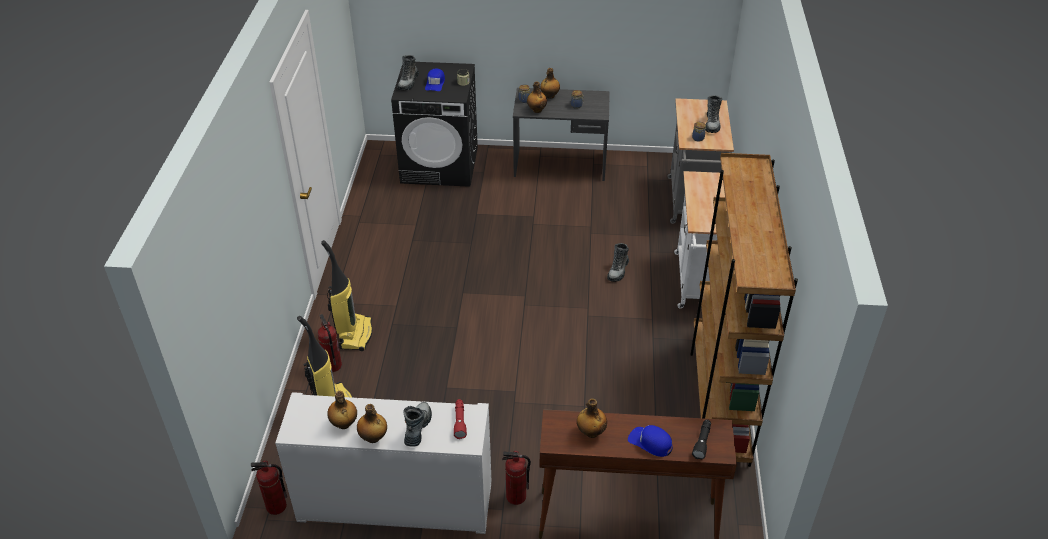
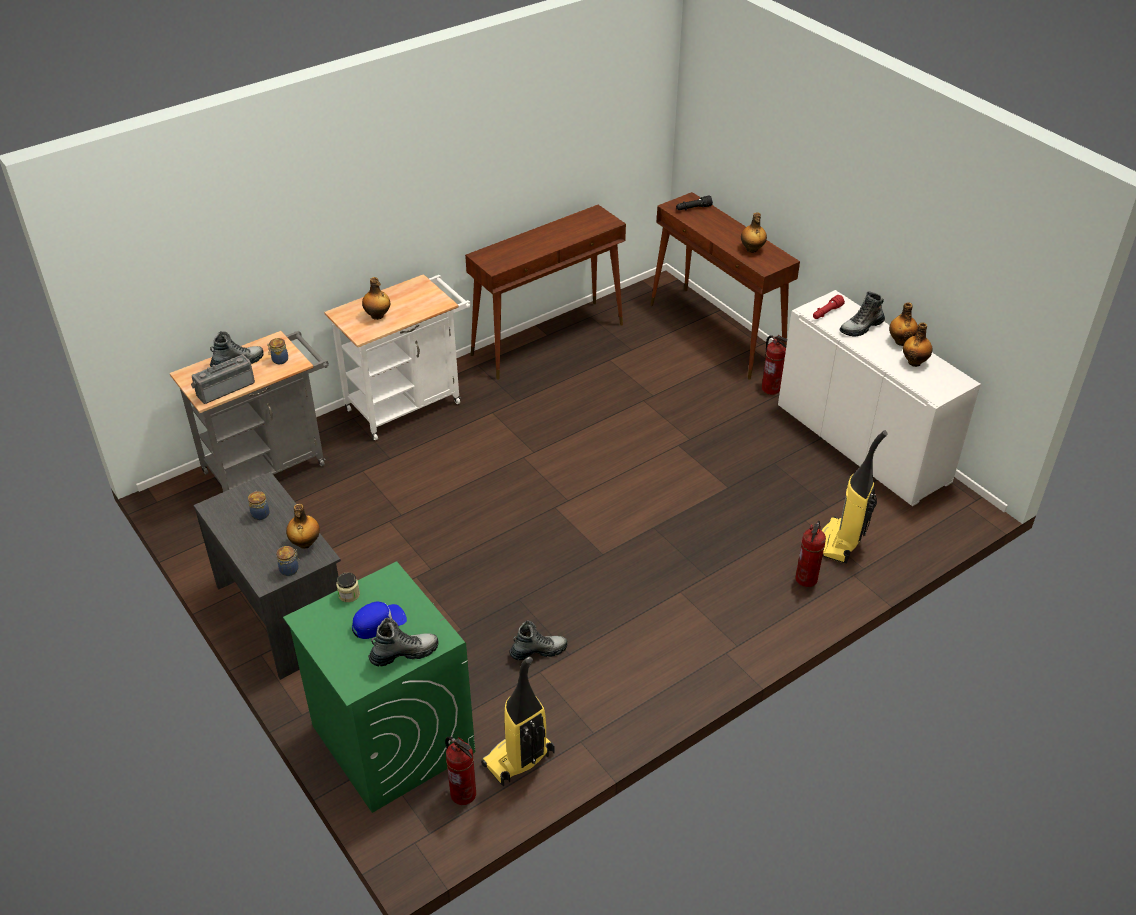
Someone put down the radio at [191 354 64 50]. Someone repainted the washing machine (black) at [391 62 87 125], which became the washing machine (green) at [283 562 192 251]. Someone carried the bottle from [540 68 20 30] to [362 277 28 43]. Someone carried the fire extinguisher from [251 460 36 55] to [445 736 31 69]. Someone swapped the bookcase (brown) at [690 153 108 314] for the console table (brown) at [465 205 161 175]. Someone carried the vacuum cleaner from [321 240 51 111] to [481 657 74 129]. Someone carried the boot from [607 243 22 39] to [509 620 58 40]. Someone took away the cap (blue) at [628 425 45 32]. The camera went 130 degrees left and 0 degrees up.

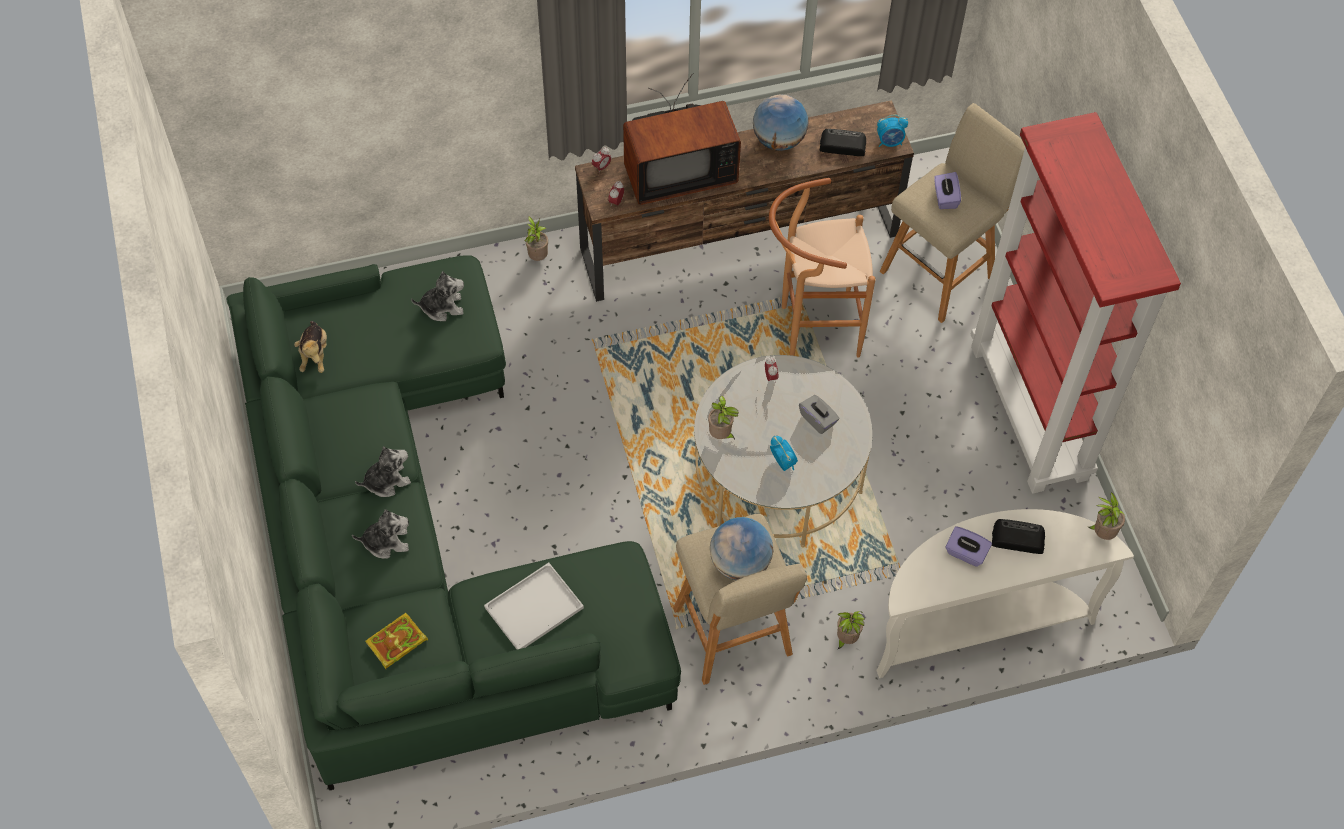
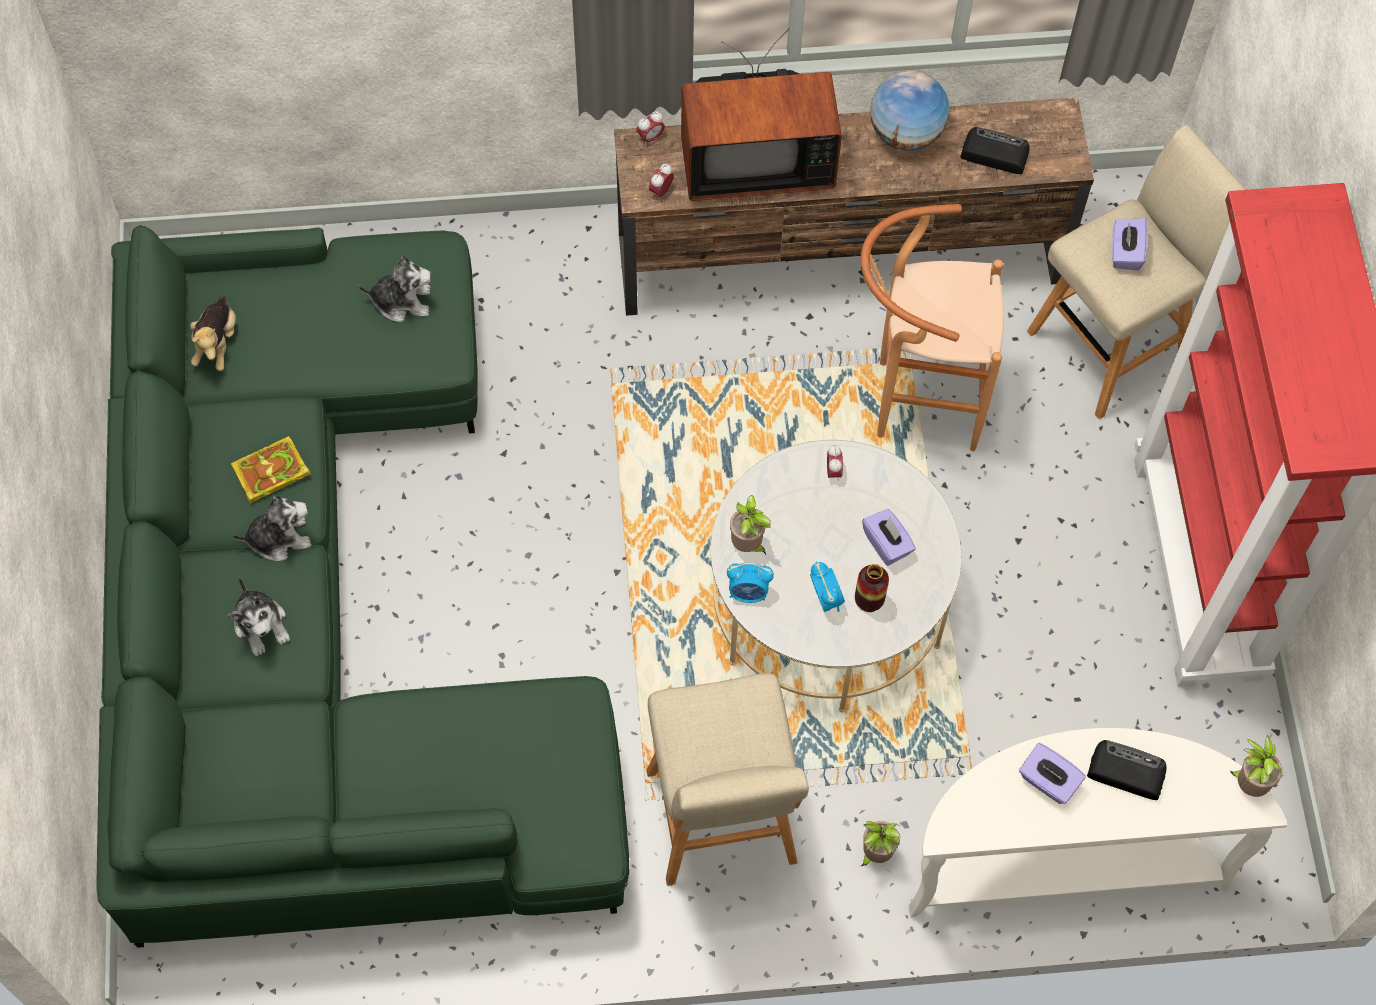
Someone rotated the plush toy at [352 509 57 50] by 60 degrees clockwise. Someone carried the book from [365 613 63 56] to [231 436 80 68]. Someone carried the alarm clock from [877 114 31 33] to [727 563 47 40]. Someone put down the vase at [855 564 34 48]. Someone repainted the tissue box (grey) at [799 395 40 39], which became the tissue box (purple) at [862 509 54 57]. Someone took away the tray (white) at [484 563 100 86]. Someone took away the potted plant at [525 216 23 45]. Someone took away the globe at [710 517 63 63]. The camera went 10 degrees right and 5 degrees up.

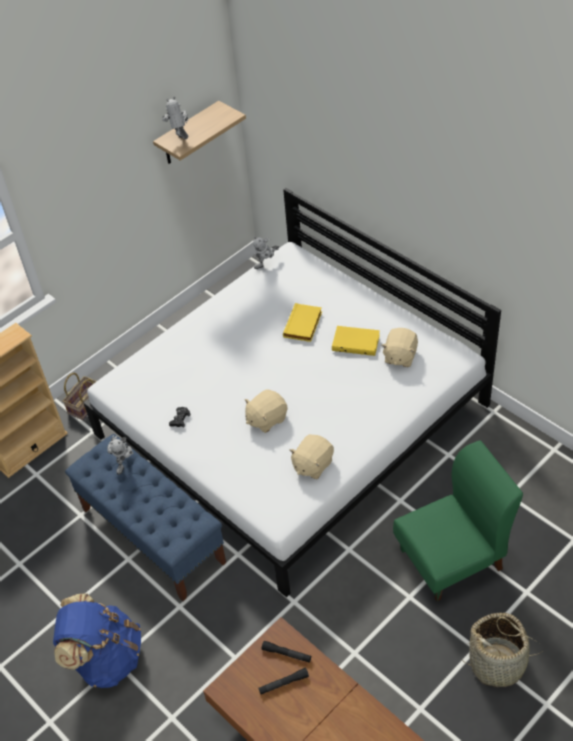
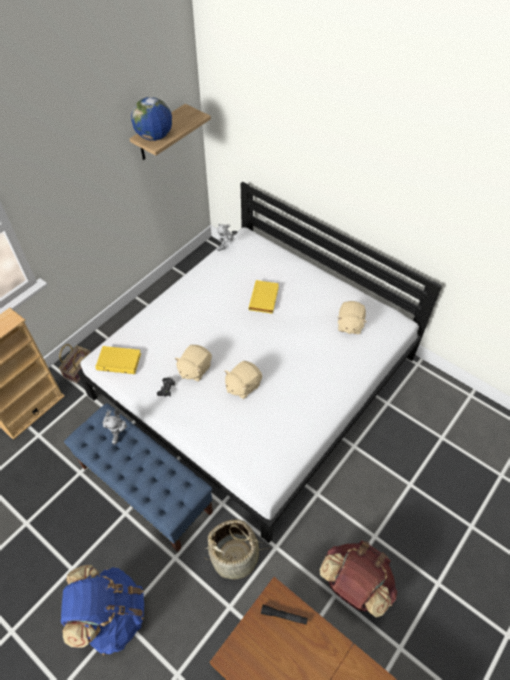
Someone carried the book (yellow) from [332 326 48 30] to [95 346 46 28]. Someone swapped the toy robot at [162 96 26 44] for the globe at [131 97 41 44]. Someone carried the plush toy (beige) from [290 434 44 45] to [175 345 37 36]. Someone carried the basket from [462 613 81 74] to [204 519 67 61]. Someone put down the backpack (brown) at [320 540 77 77]. Someone took away the flashlight (black) at [259 667 50 27]. Someone took away the chair (green) at [393 441 130 160]. The camera went 10 degrees left and 5 degrees up.

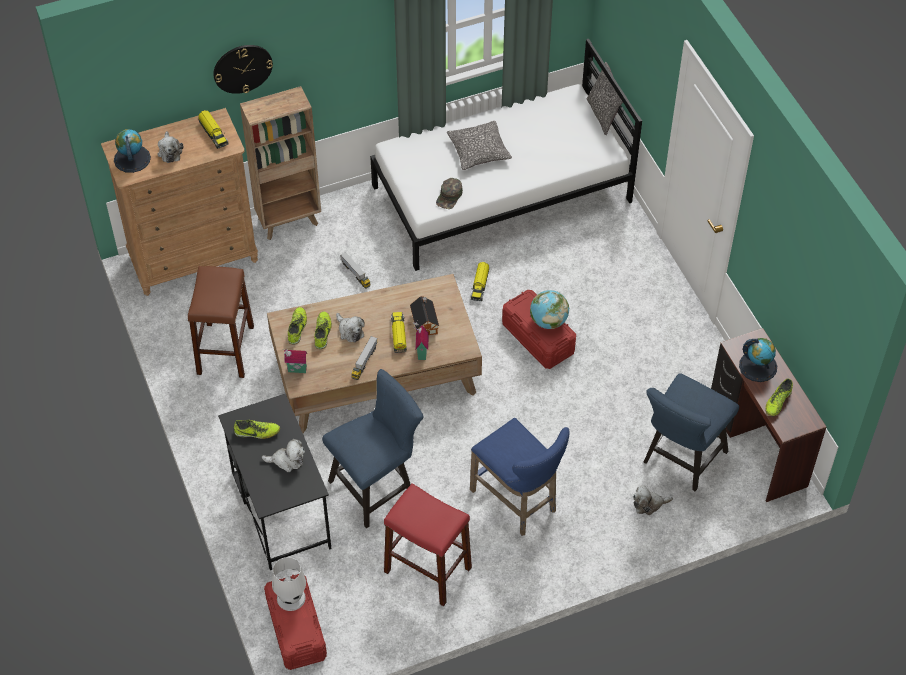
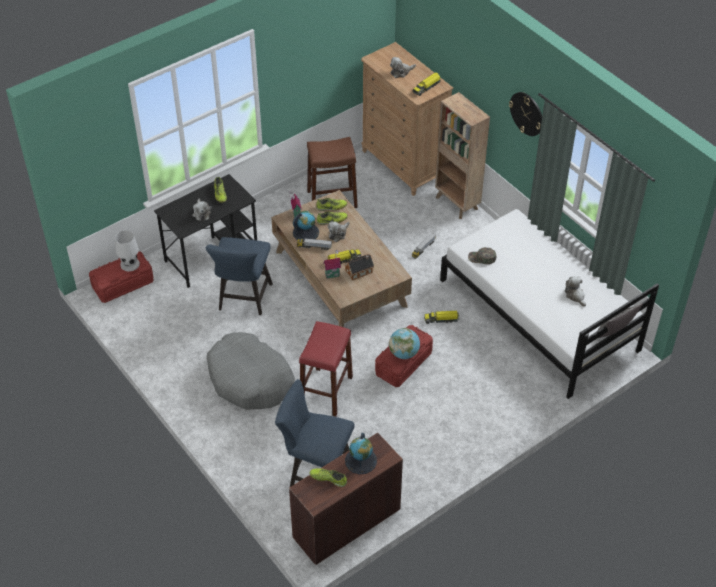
Someone rotated the chair (blue) at [322 369 101 159] by 60 degrees clockwise. Someone swapped the stool (blue) at [470 418 99 118] for the dog bed (grey) at [207 332 88 78]. Someone carried the globe from [114 129 37 44] to [293 211 26 31]. Someone carried the stool (red) from [384 483 88 123] to [299 321 54 96]. Someone carried the wall clock from [213 45 60 49] to [509 92 33 44]. Someone carried the plush toy from [633 485 40 30] to [565 276 21 31]. Someone took away the pillow at [447 121 65 49]. The camera went 75 degrees right and 5 degrees down.

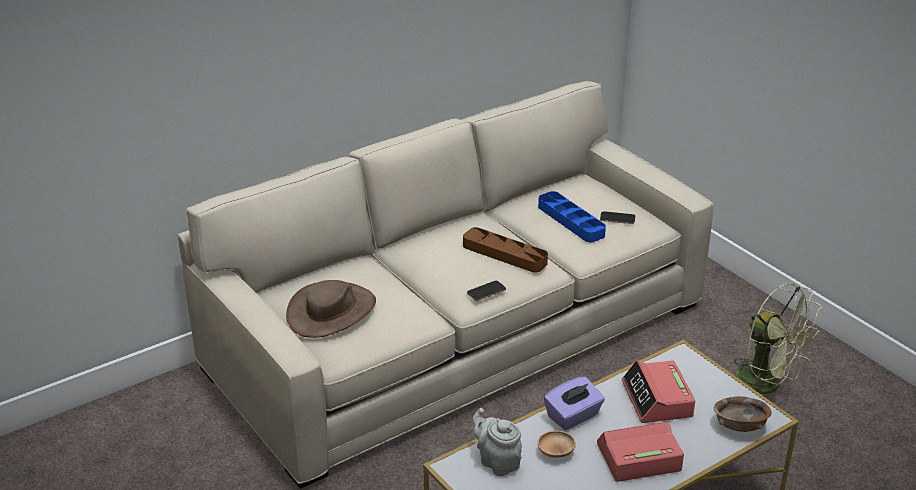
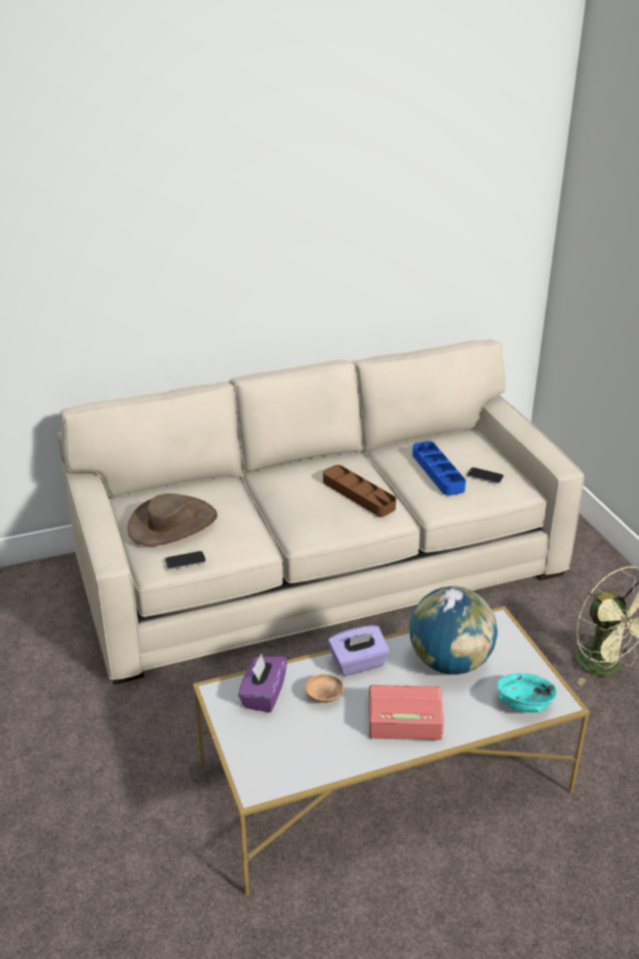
Someone carried the phone from [467 281 39 20] to [165 551 41 18]. Someone swapped the teapot (grey) at [473 408 49 68] for the tissue box (purple) at [238 654 49 59]. Someone swapped the alarm clock at [622 360 73 63] for the globe at [410 586 87 89]. Someone repainted the bowl (brown) at [714 396 58 36], which became the bowl (turquoise) at [497 673 60 40]. The camera went 15 degrees right and 0 degrees up.

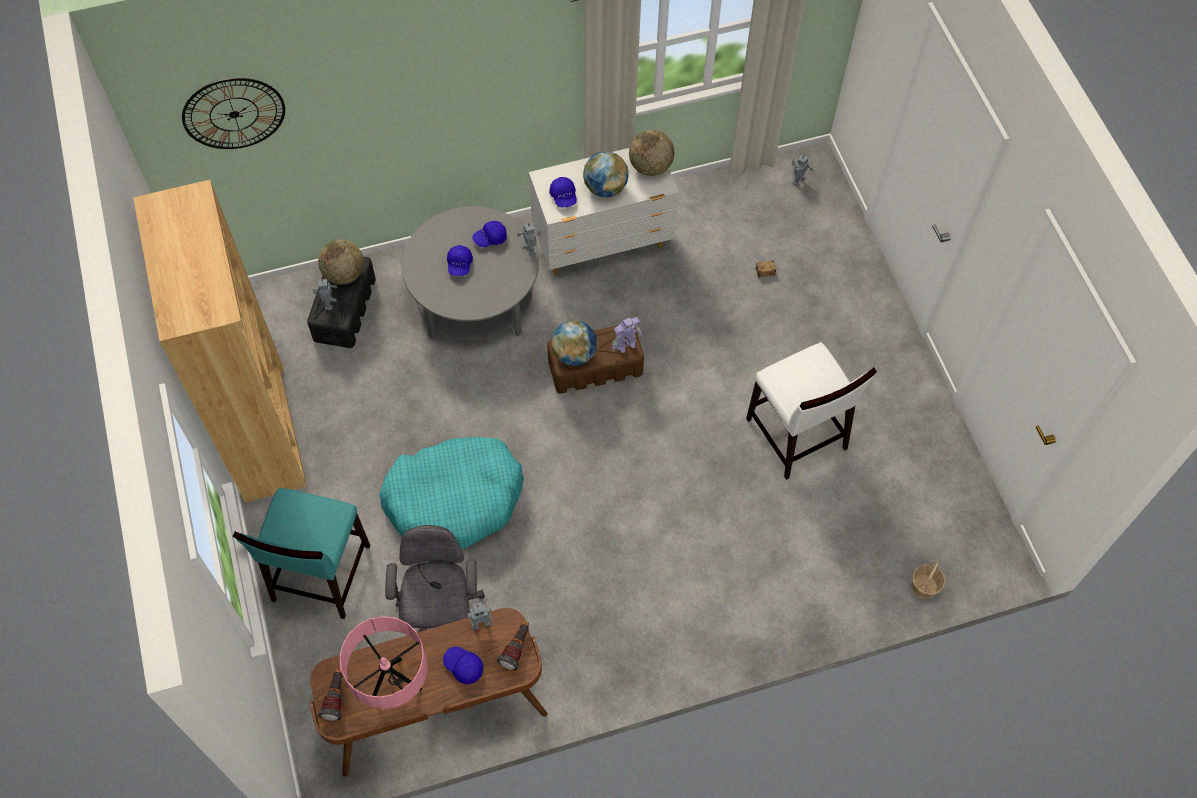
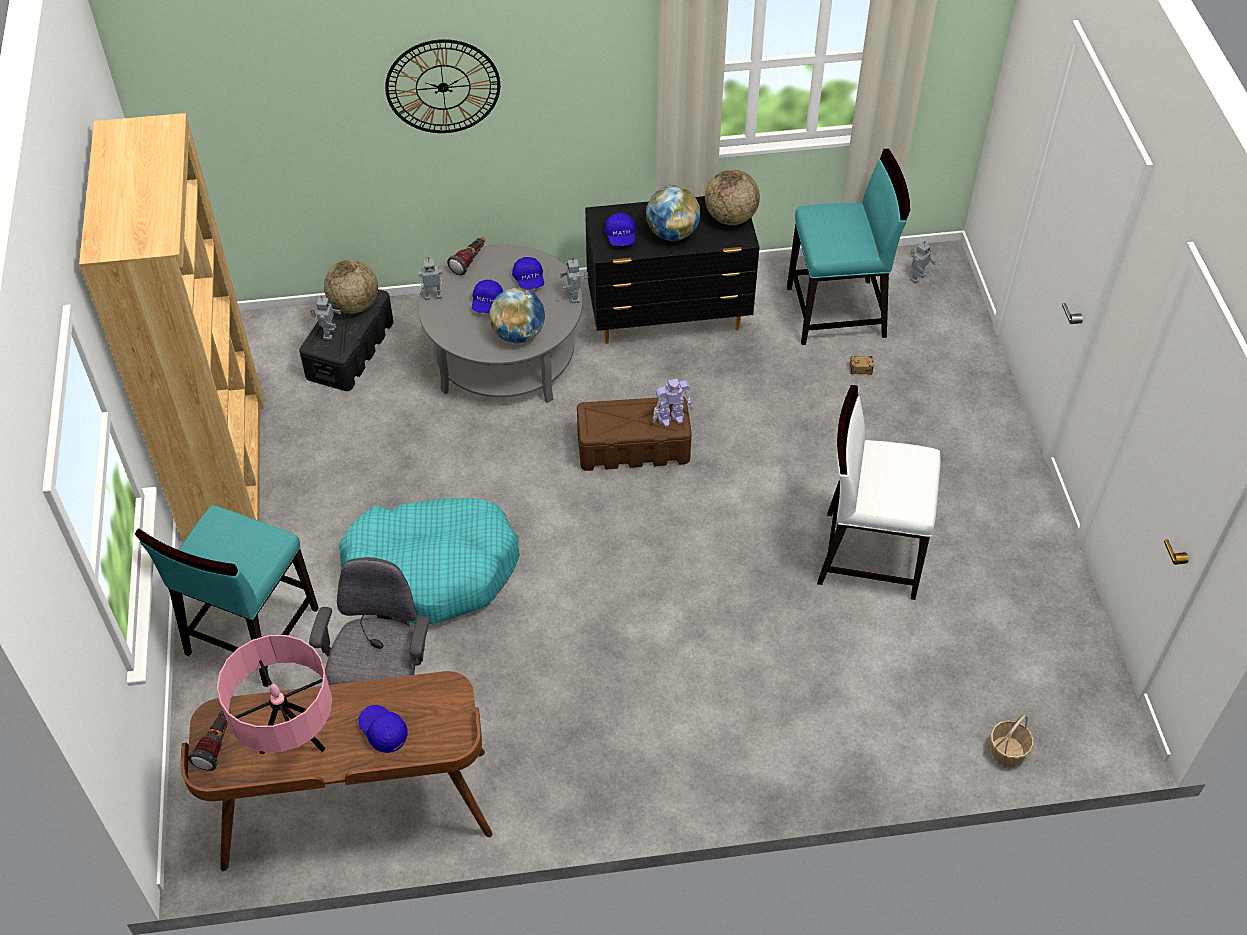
Someone carried the wall clock from [182 78 103 71] to [385 39 115 94]. Someone carried the toy robot from [467 600 26 31] to [418 257 25 43]. Someone carried the flashlight from [497 621 32 50] to [447 237 38 39]. Someone carried the globe from [552 320 45 46] to [489 288 56 55]. Someone rotated the cap (blue) at [472 221 35 26] by 90 degrees counterclockwise. Someone repainted the dresser (white) at [529 148 150 127], which became the dresser (black) at [585 196 175 148]. Someone put down the chair (turquoise) at [787 149 123 196]. Someone rotated the chair (white) at [746 342 131 138] by 120 degrees clockwise. The camera went 10 degrees right and 10 degrees down.

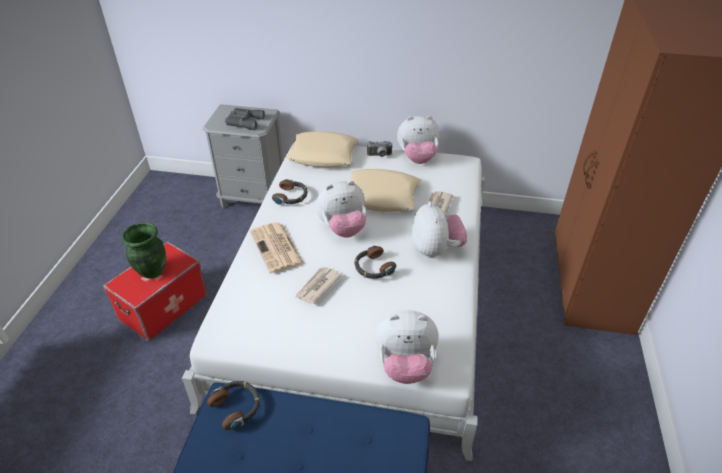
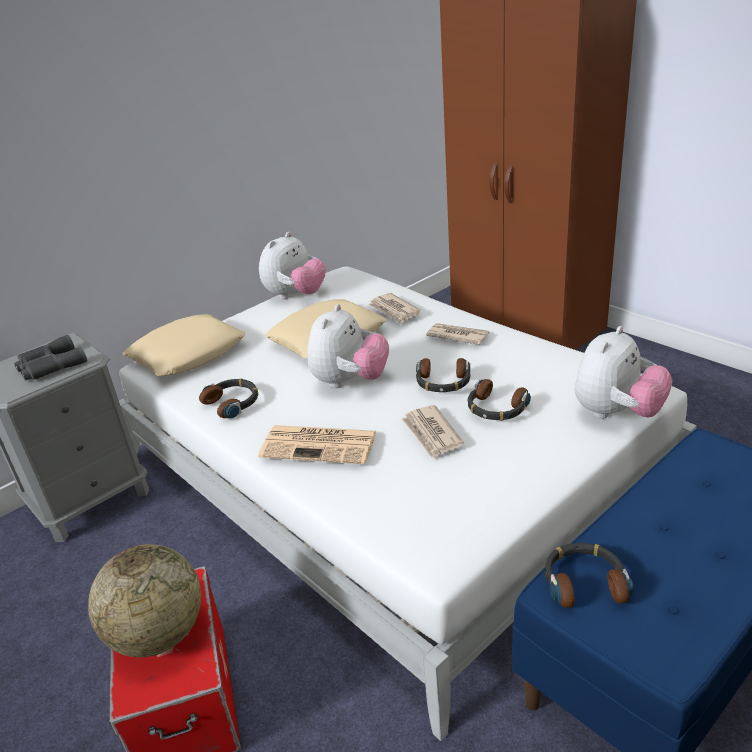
Someone swapped the vase (green) at [122 222 44 57] for the globe at [88 544 113 113]. Someone swapped the plush toy at [412 201 55 57] for the newspaper at [426 323 64 22]. Someone put down the headphones at [468 379 63 42]. Someone took away the photo camera at [367 141 26 16]. The camera went 50 degrees left and 10 degrees down.

